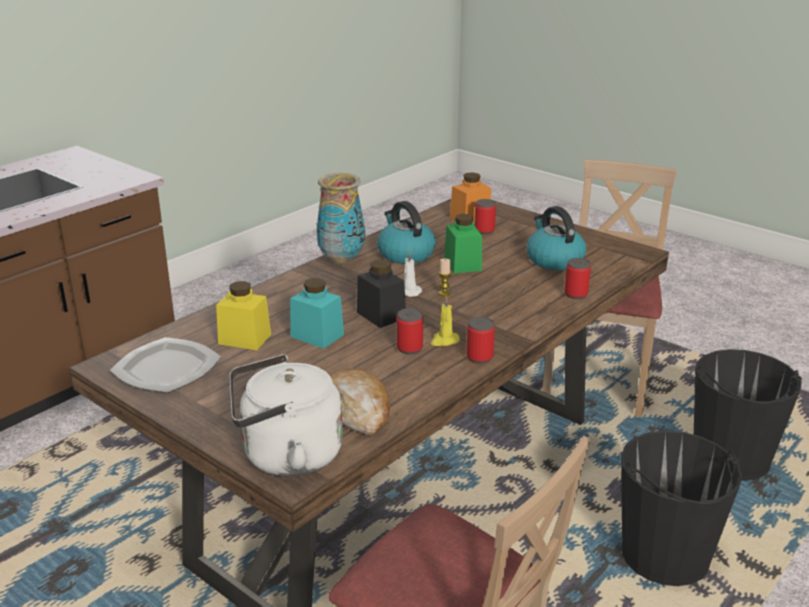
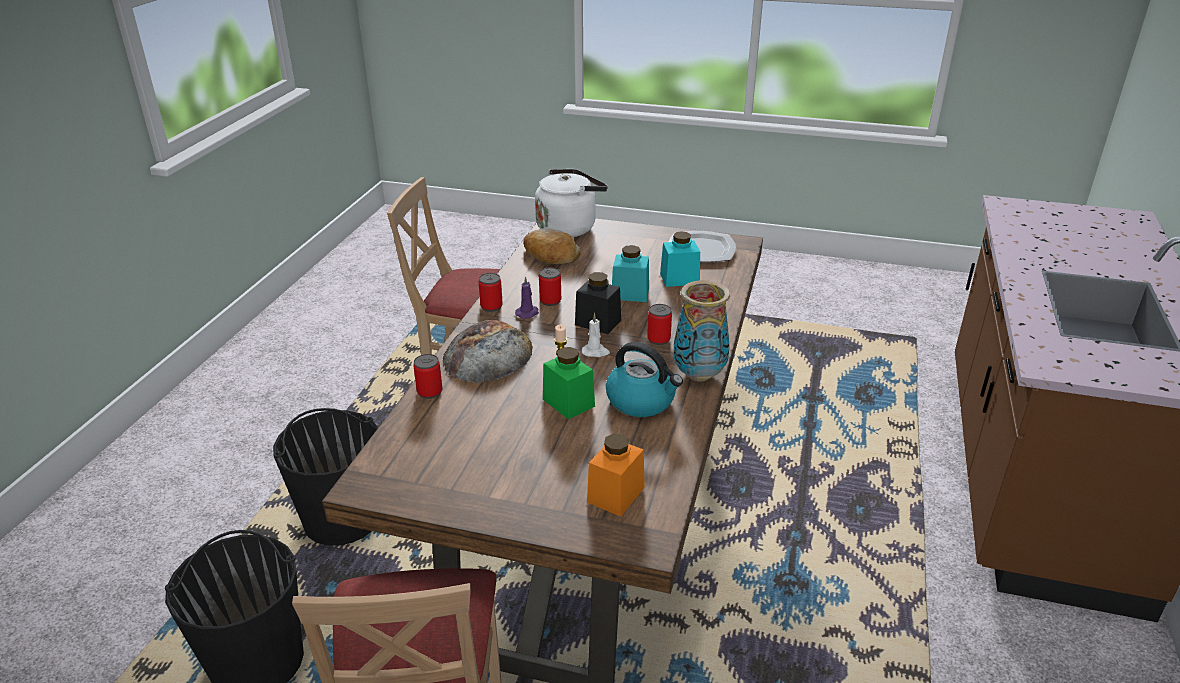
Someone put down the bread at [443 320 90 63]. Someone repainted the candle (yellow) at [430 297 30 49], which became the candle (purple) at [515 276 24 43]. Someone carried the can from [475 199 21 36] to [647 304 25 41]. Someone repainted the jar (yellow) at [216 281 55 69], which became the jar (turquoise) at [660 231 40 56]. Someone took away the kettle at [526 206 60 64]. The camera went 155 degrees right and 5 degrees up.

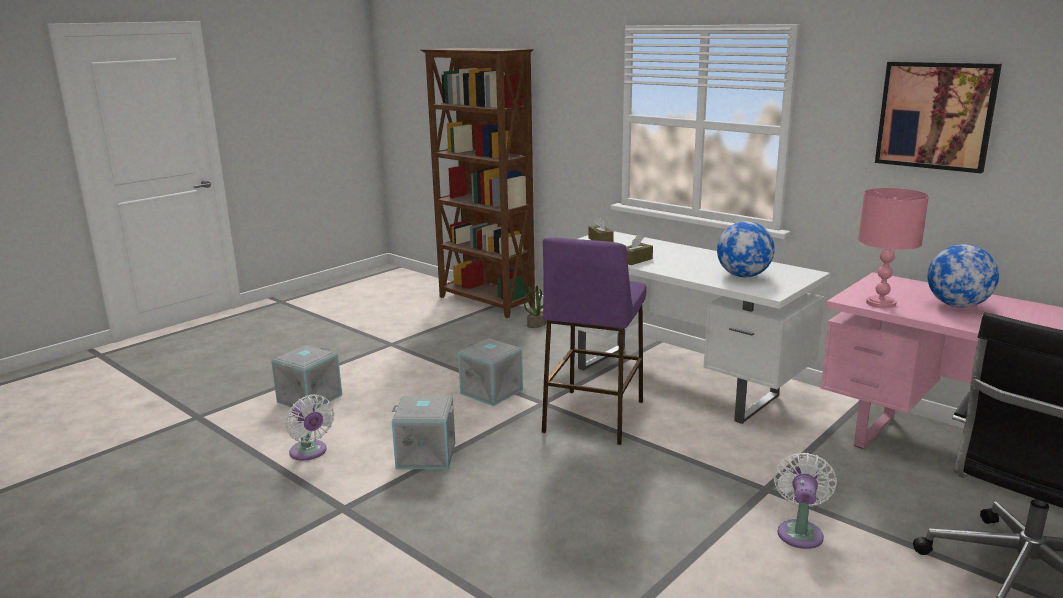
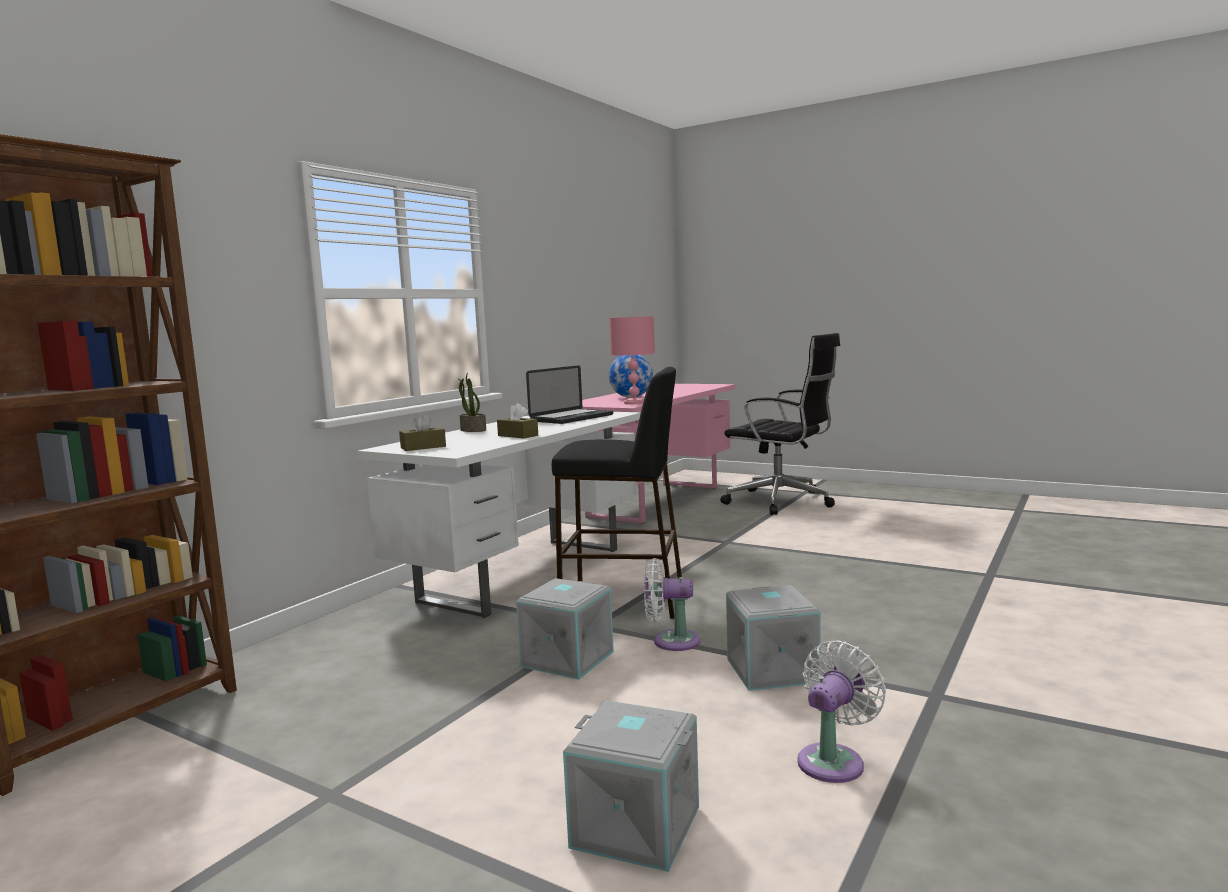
Someone carried the potted plant from [524 286 23 42] to [459 372 27 60]. Someone swapped the globe at [717 221 58 56] for the laptop at [526 365 87 59]. Someone repainted the stool (purple) at [542 238 104 207], which became the stool (black) at [552 367 130 252]. Someone carried the fan (white) from [774 453 63 96] to [644 558 56 93]. Someone took away the picture at [875 61 127 112]. The camera went 100 degrees left and 10 degrees down.

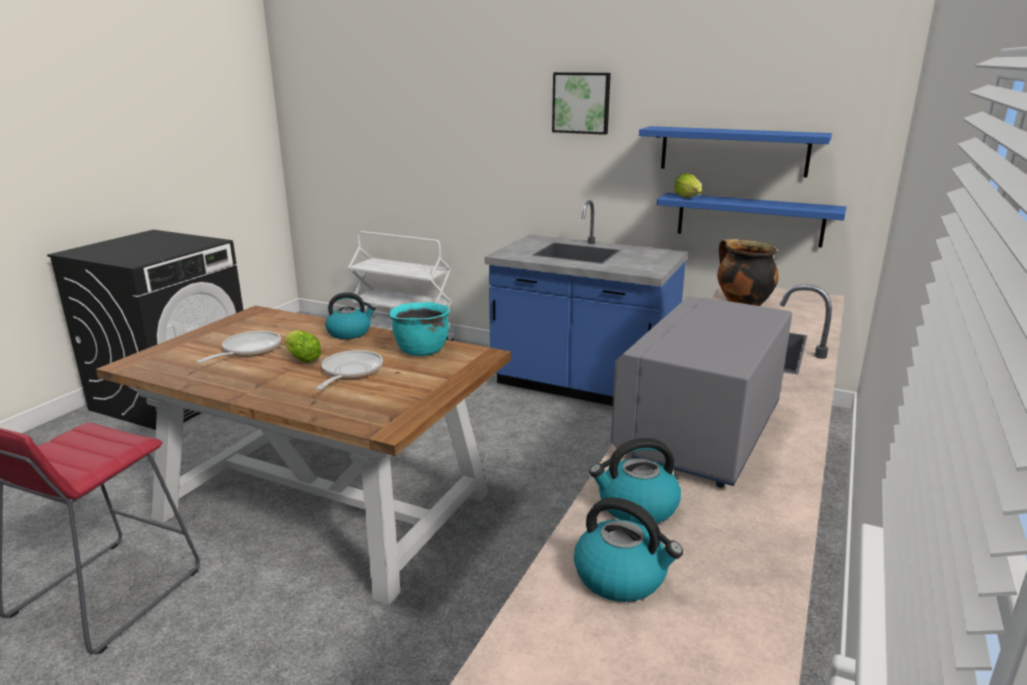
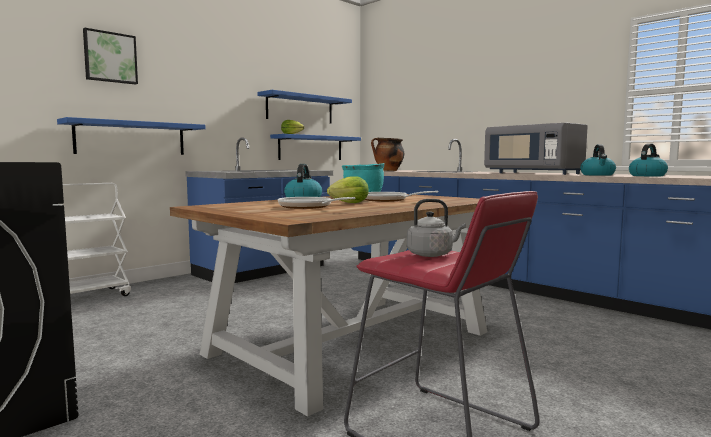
Someone put up the shelf (blue) at [57 117 148 38]. Someone carried the picture from [552 72 59 63] to [83 28 55 57]. Someone put down the kettle (grey) at [407 199 59 58]. The camera went 70 degrees left and 15 degrees down.

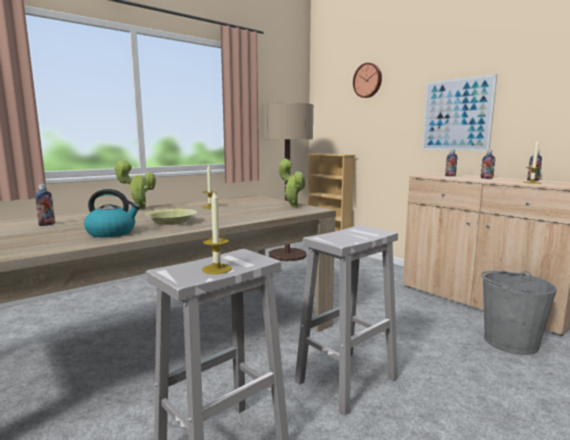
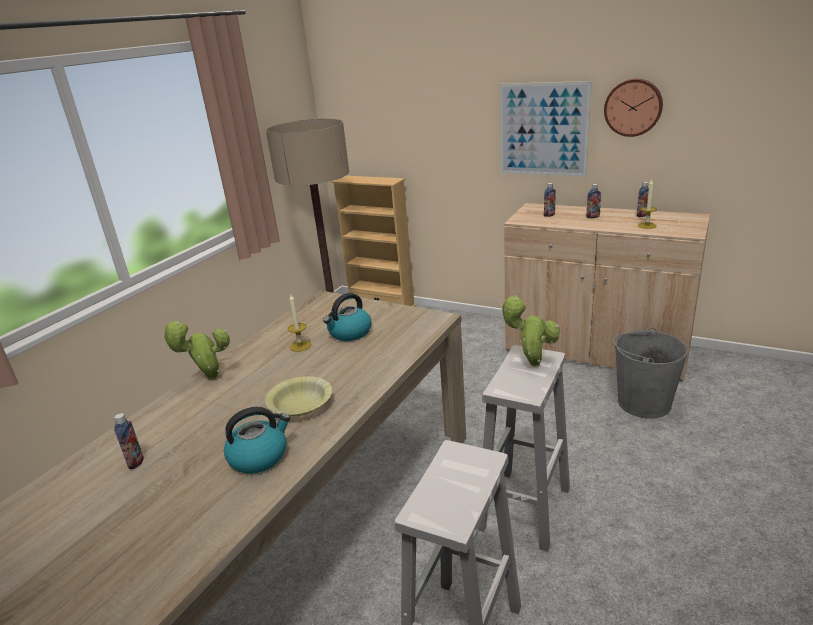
Someone put down the kettle at [323 293 49 48]. Someone carried the potted plant from [279 159 27 49] to [501 296 59 71]. Someone carried the wall clock from [353 63 29 35] to [604 79 59 58]. Someone took away the candle at [202 192 30 82]. The camera went 20 degrees left and 15 degrees up.

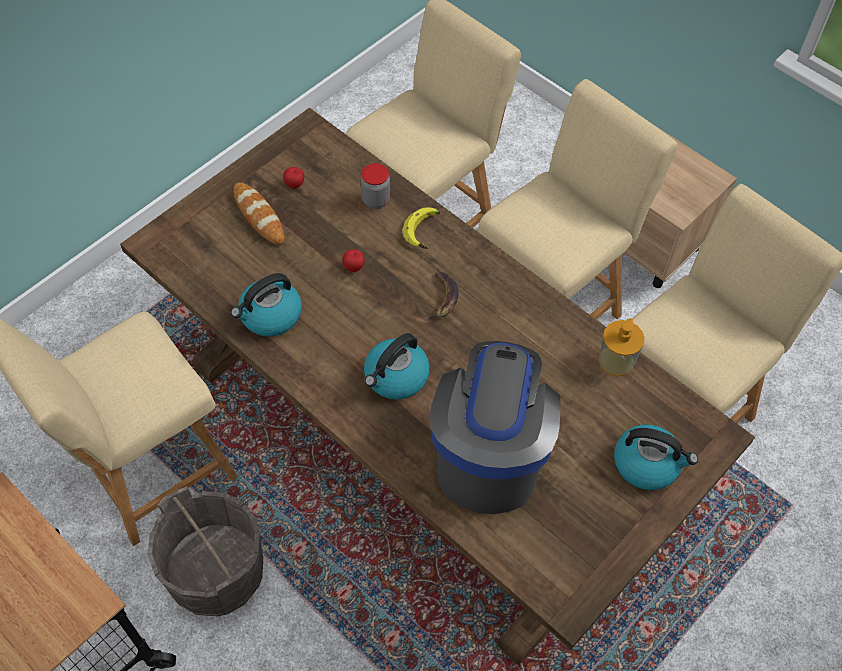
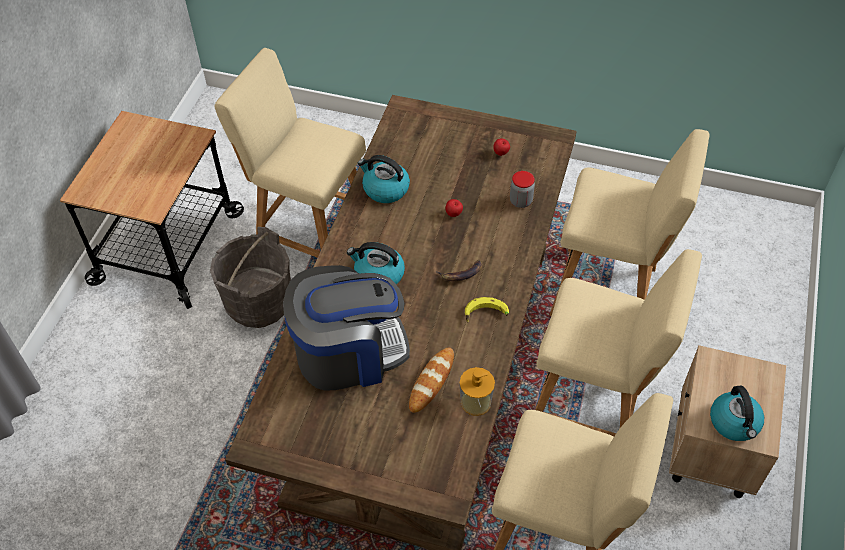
Someone carried the bread from [233 182 52 63] to [409 348 45 65]. Someone carried the banana from [402 207 38 42] to [465 297 44 26]. Someone carried the kettle from [614 424 84 66] to [710 386 54 55]. The camera went 65 degrees right and 5 degrees down.

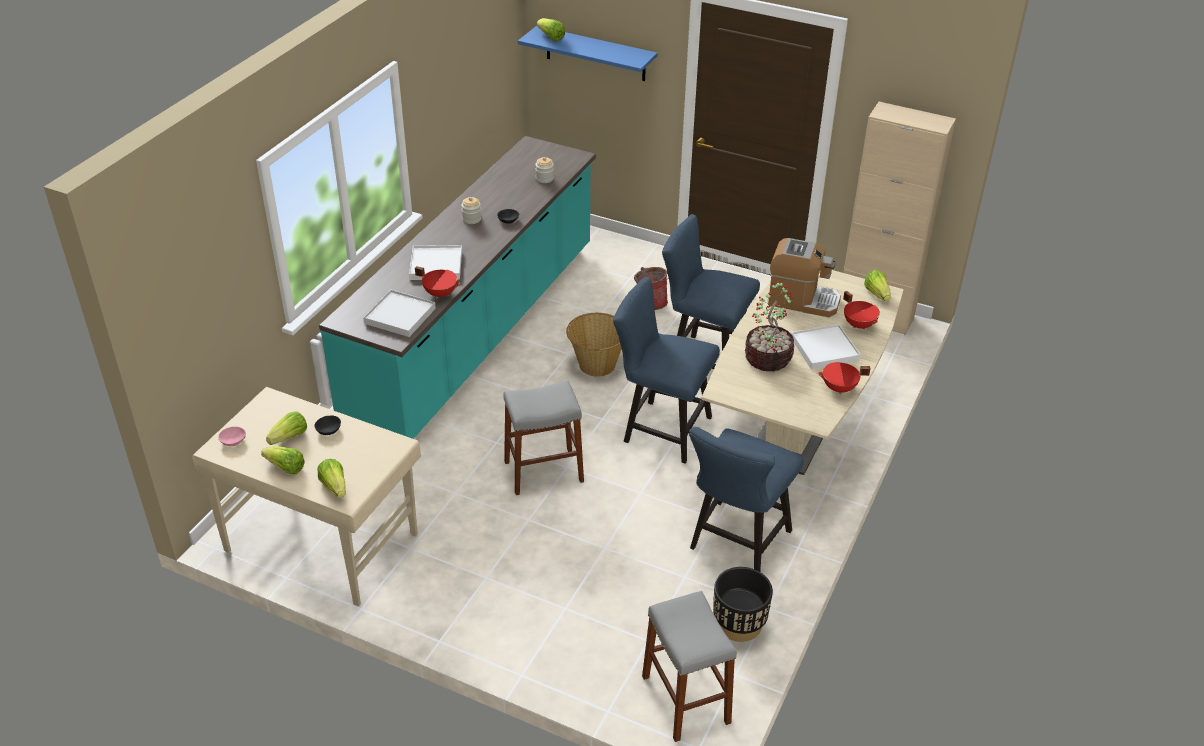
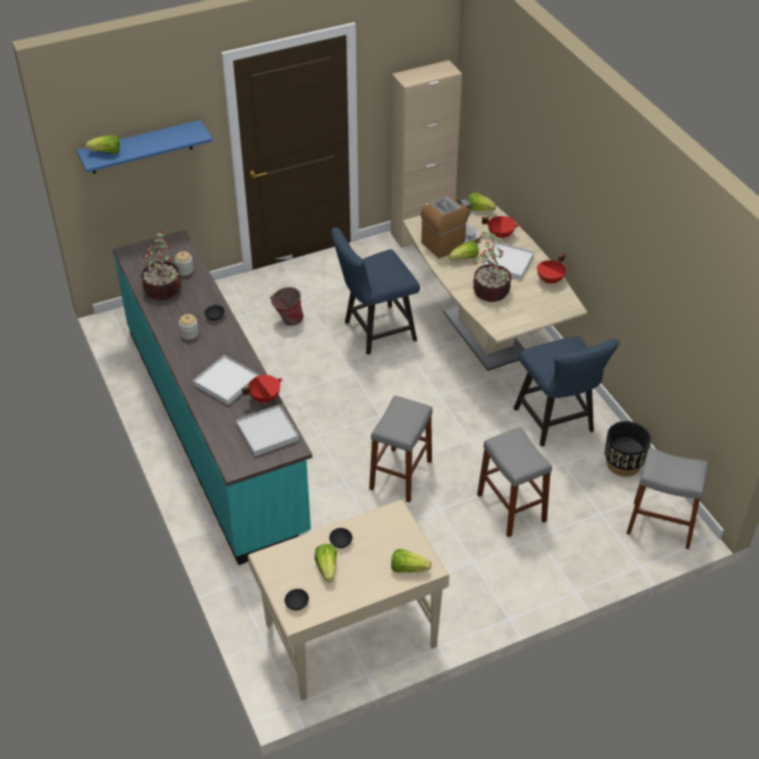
Someone put down the potted plant at [141 230 40 70]. Someone repainted the bowl (pink) at [218 427 28 19], which became the bowl (black) at [284 589 25 21]. Someone carried the lettuce from [261 446 44 28] to [449 241 30 19]. Someone put down the stool (grey) at [477 427 75 110]. Someone took away the basket at [566 313 56 64]. Someone took away the chair (blue) at [613 277 107 187]. The camera went 50 degrees left and 5 degrees up.

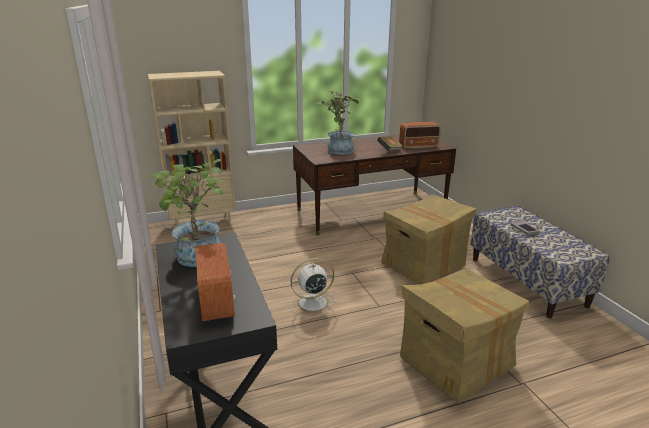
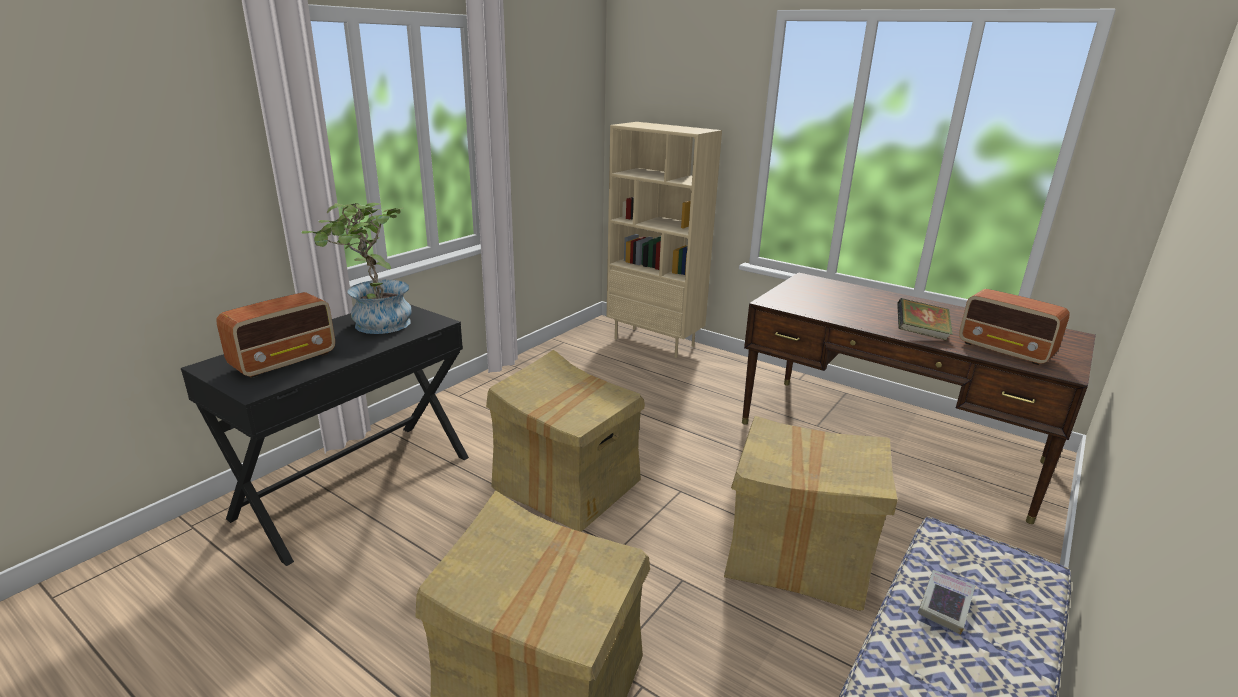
Someone swapped the fan (white) at [290 258 48 59] for the cardboard box at [486 350 159 182]. Someone took away the potted plant at [315 90 45 65]. The camera went 55 degrees right and 0 degrees up.

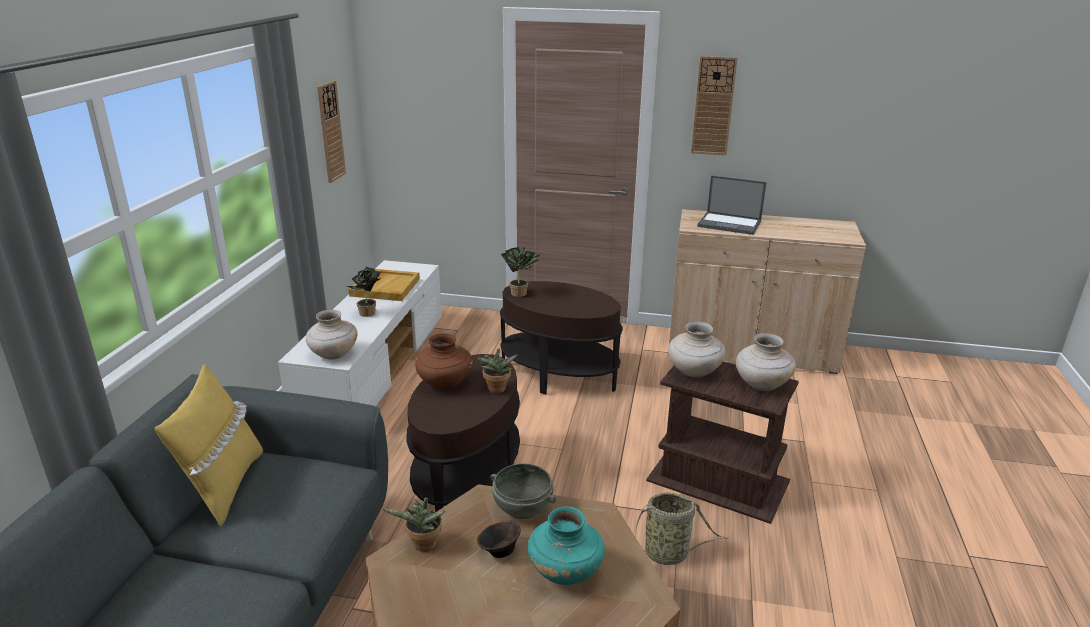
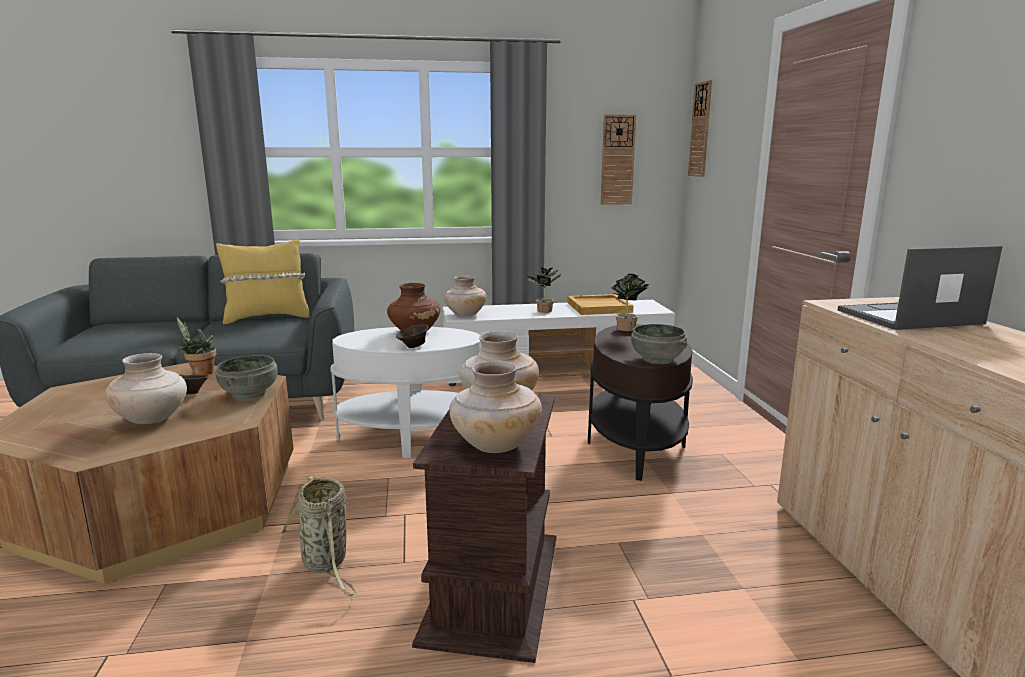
Someone repainted the vase (turquoise) at [528 507 77 78], which became the vase (beige) at [105 353 82 71]. Someone repainted the side table (brown) at [406 354 114 158], which became the side table (white) at [330 327 151 131]. Someone swapped the potted plant at [476 349 42 44] for the bowl (brown) at [396 324 32 24]. Someone put down the bowl (grey) at [631 324 56 40]. Someone carried the wall clock from [691 56 47 99] to [688 80 24 97]. Someone rotated the laptop at [697 176 69 59] by 75 degrees clockwise. The camera went 70 degrees right and 10 degrees down.

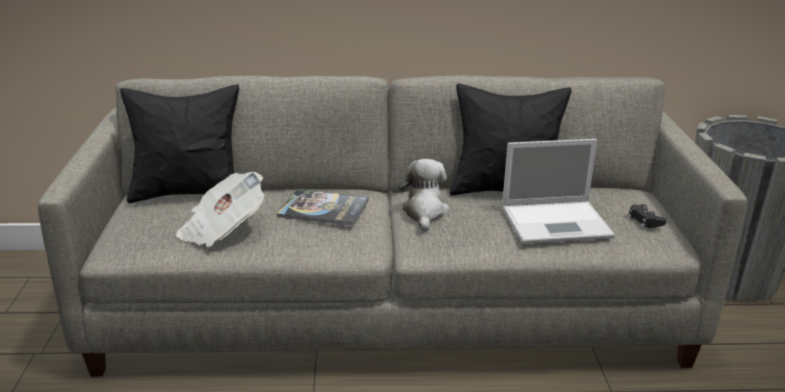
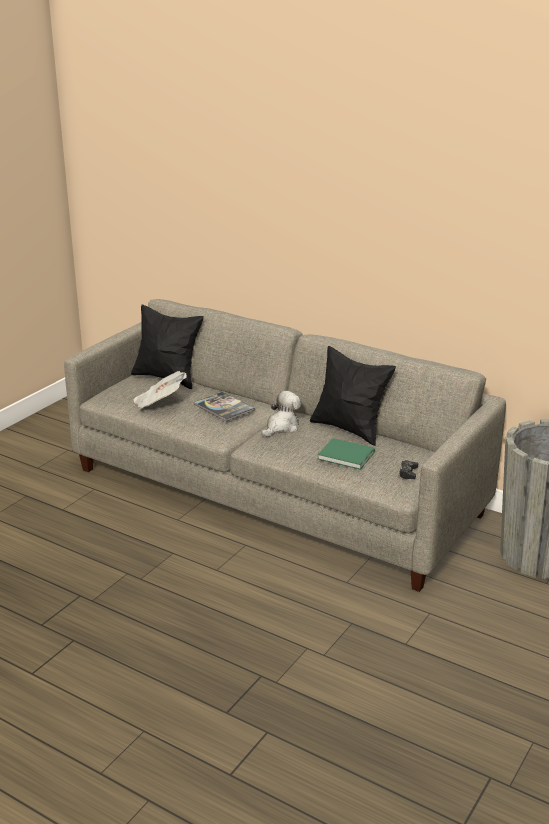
Someone swapped the laptop at [502 139 113 105] for the book (green) at [318 438 57 32]. The camera went 35 degrees right and 0 degrees up.

